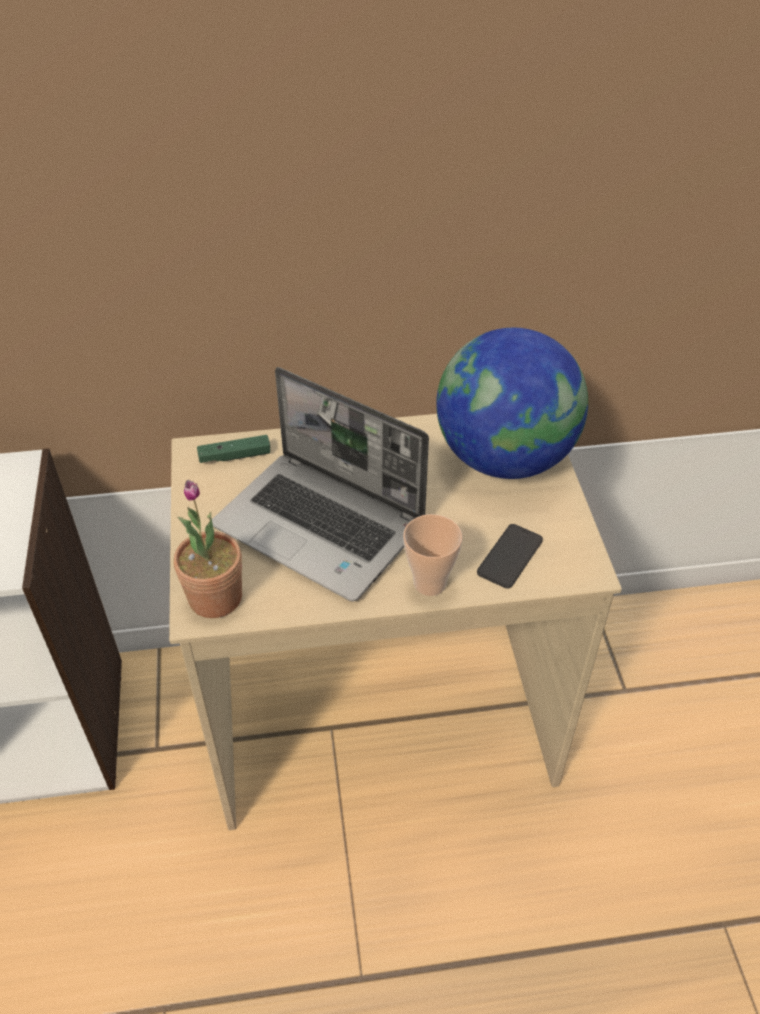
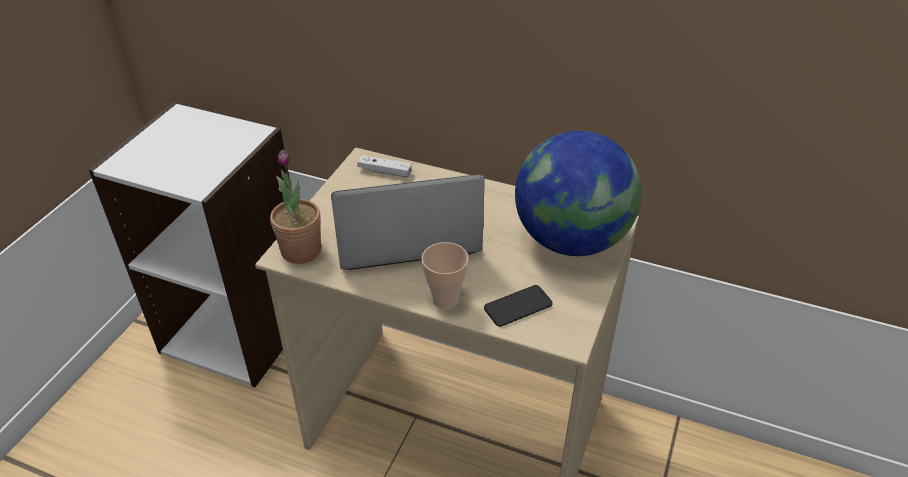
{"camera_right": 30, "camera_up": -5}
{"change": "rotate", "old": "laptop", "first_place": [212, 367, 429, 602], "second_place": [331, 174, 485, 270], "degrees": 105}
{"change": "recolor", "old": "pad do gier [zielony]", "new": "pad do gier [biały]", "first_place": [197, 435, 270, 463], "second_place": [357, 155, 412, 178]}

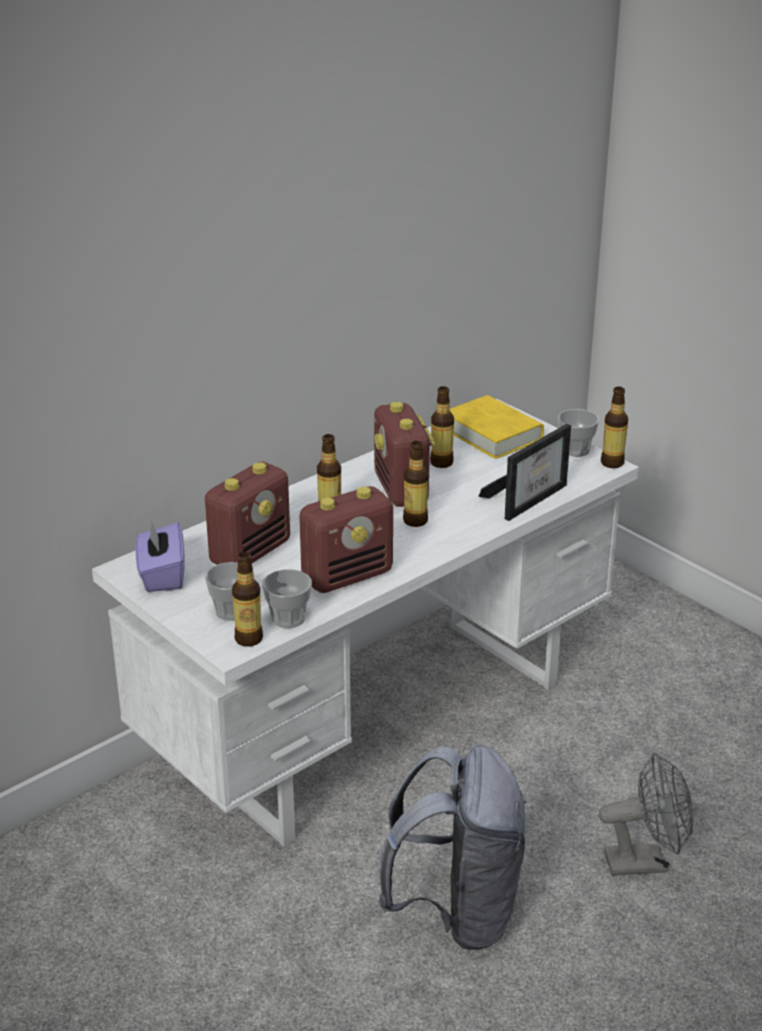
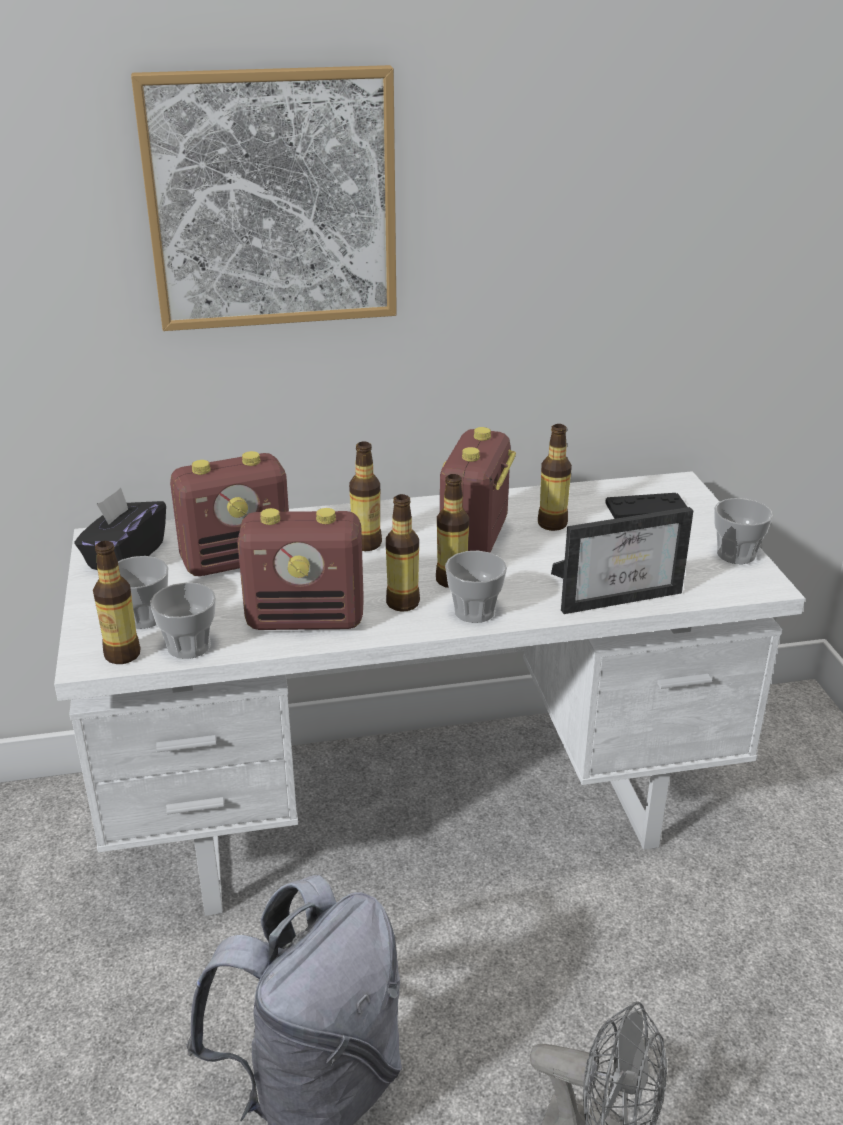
{"camera_right": 30, "camera_up": 0}
{"change": "move", "old": "butelka", "first_place": [601, 387, 628, 468], "second_place": [386, 494, 420, 612]}
{"change": "replace", "old": "książka [żółty]", "new": "pad do gier [czarny]", "first_place": [450, 395, 544, 459], "second_place": [605, 493, 687, 519]}
{"change": "recolor", "old": "pudełko chusteczek [fioletowy]", "new": "pudełko chusteczek [czarny]", "first_place": [135, 521, 184, 592], "second_place": [75, 488, 166, 570]}
{"change": "insert", "new": "obraz", "second_place": [131, 65, 397, 331]}
{"change": "insert", "new": "filiżanka", "second_place": [445, 551, 507, 623]}

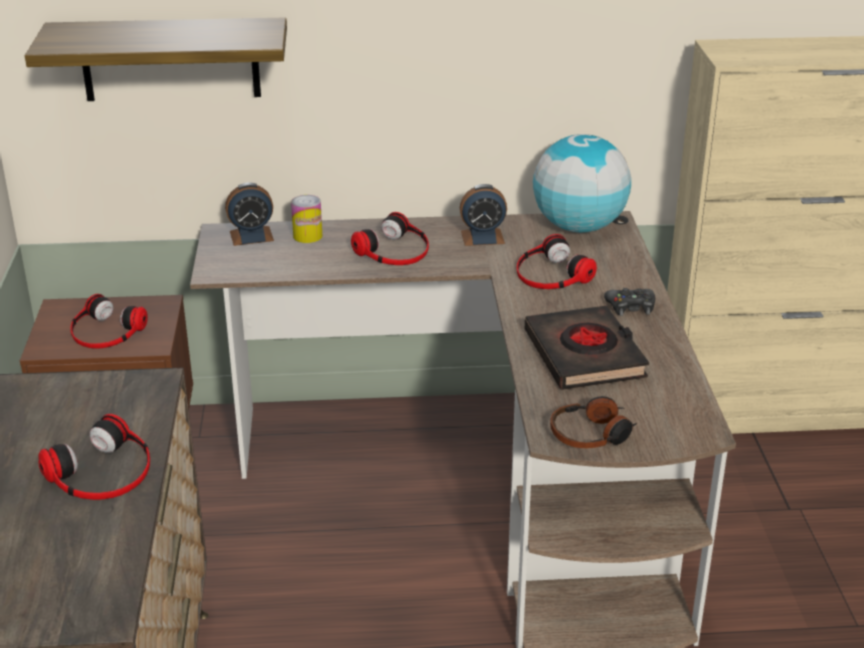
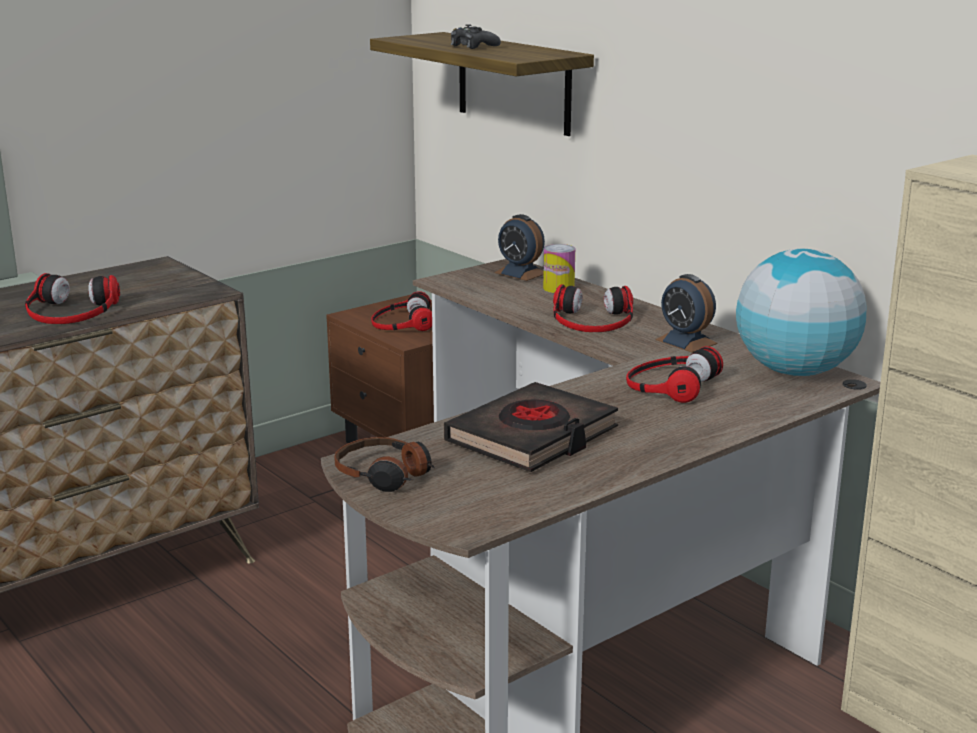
{"camera_right": 55, "camera_up": -10}
{"change": "move", "old": "pad do gier [czarny]", "first_place": [604, 288, 655, 316], "second_place": [451, 24, 501, 49]}

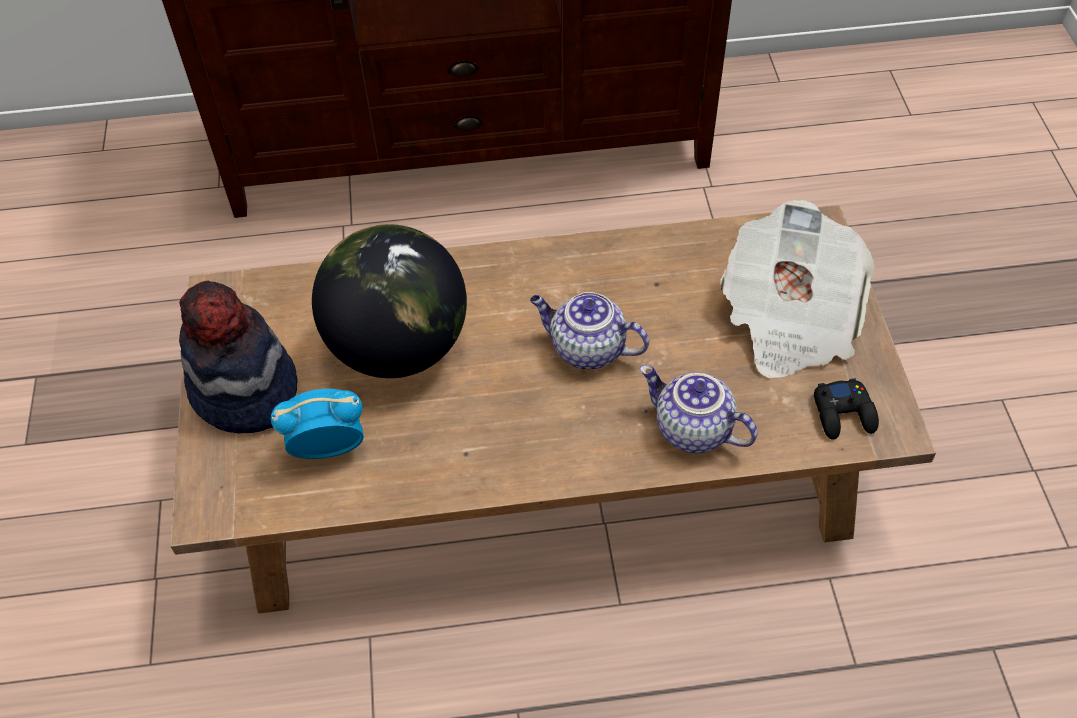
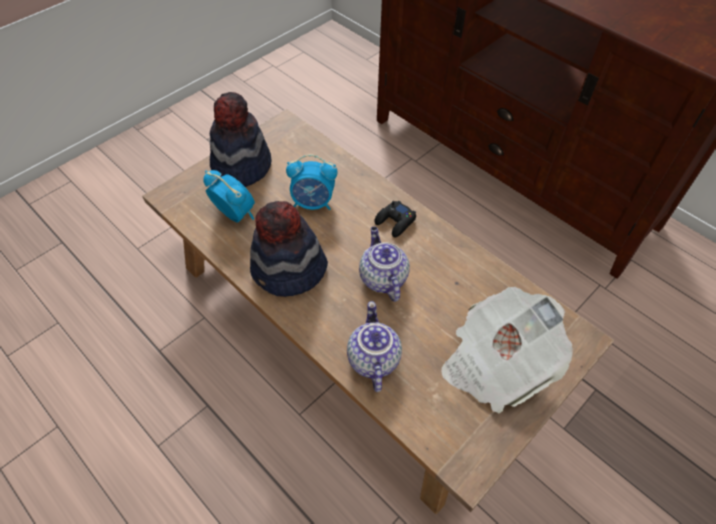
{"camera_right": 50, "camera_up": 0}
{"change": "replace", "old": "globus", "new": "budzik", "first_place": [312, 224, 467, 378], "second_place": [286, 154, 337, 210]}
{"change": "move", "old": "pad do gier [czarny]", "first_place": [814, 378, 879, 440], "second_place": [374, 201, 416, 237]}
{"change": "insert", "new": "kapelusz", "second_place": [250, 201, 328, 297]}

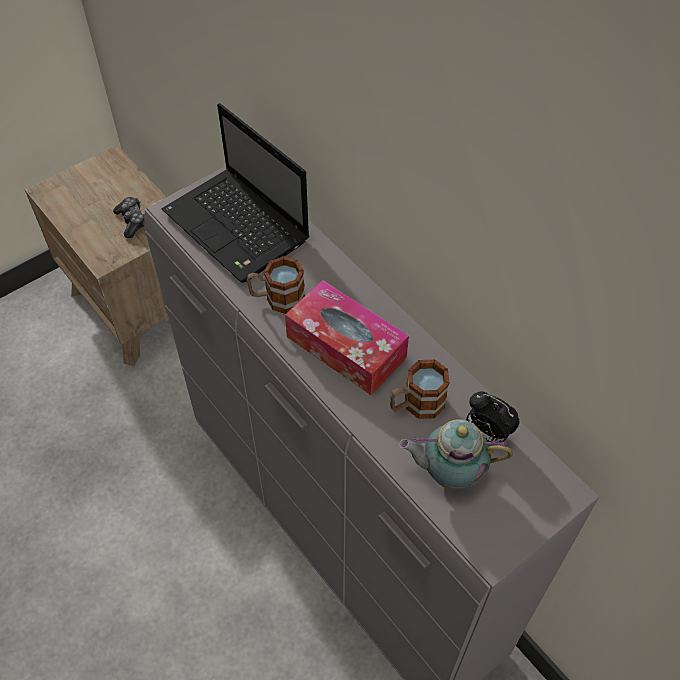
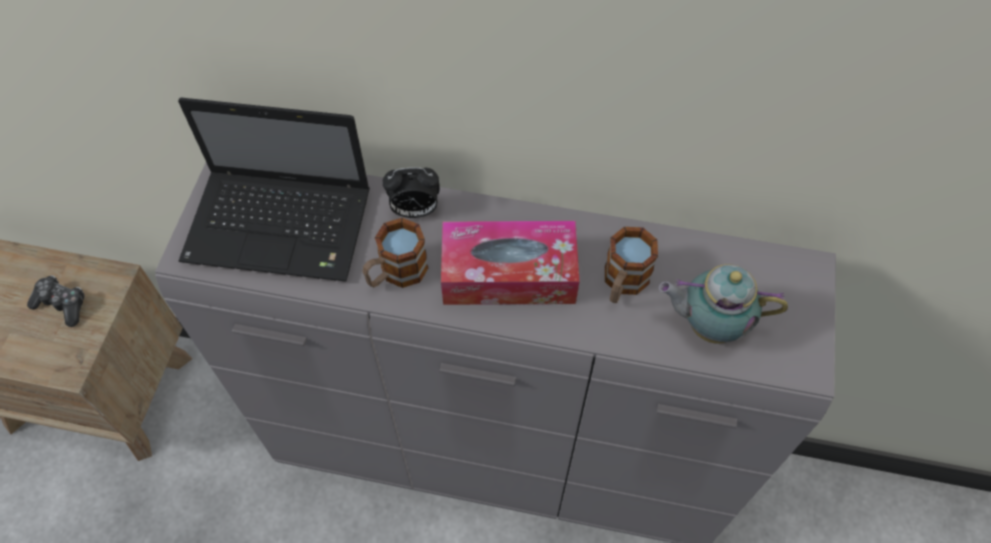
{"camera_right": -40, "camera_up": 5}
{"change": "move", "old": "budzik", "first_place": [466, 391, 519, 443], "second_place": [382, 167, 440, 218]}
{"change": "rotate", "old": "imbryk", "first_place": [399, 419, 513, 490], "second_place": [658, 264, 788, 344], "degrees": 45}

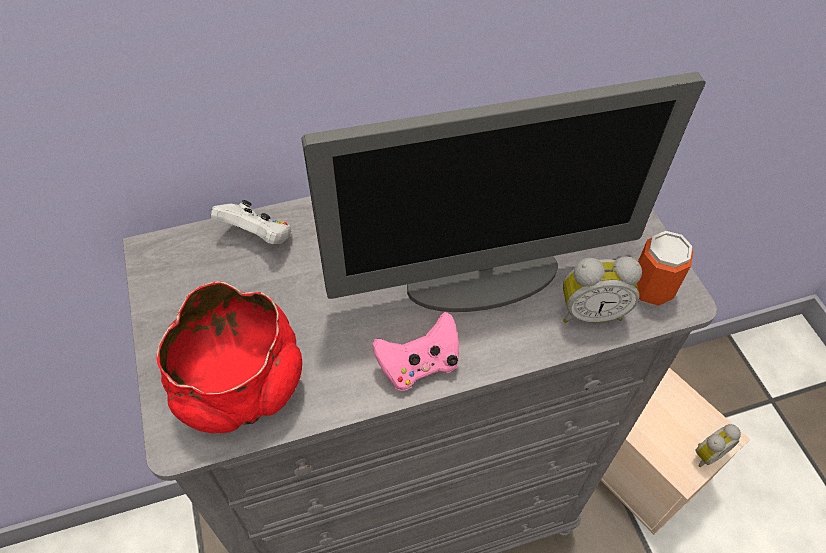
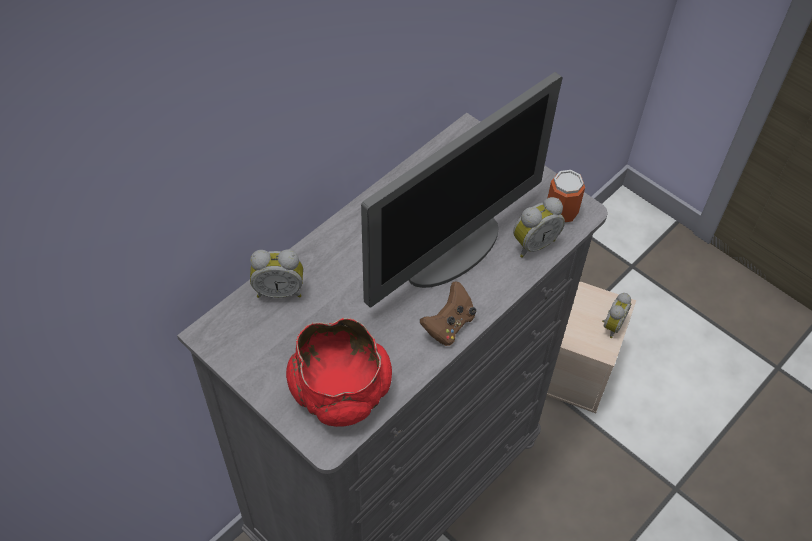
{"camera_right": -30, "camera_up": 0}
{"change": "replace", "old": "pad do gier [biały]", "new": "budzik", "first_place": [211, 200, 292, 244], "second_place": [250, 249, 303, 298]}
{"change": "recolor", "old": "pad do gier [różowy]", "new": "pad do gier [brązowy]", "first_place": [372, 312, 459, 391], "second_place": [420, 282, 476, 346]}

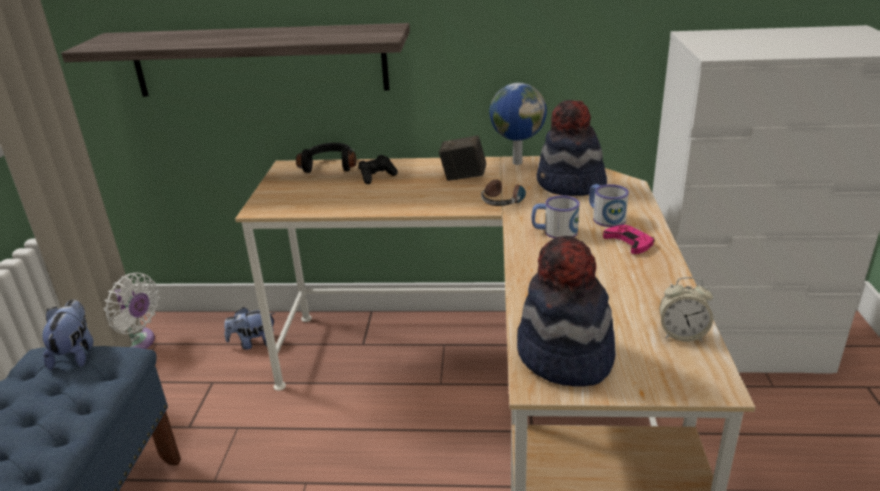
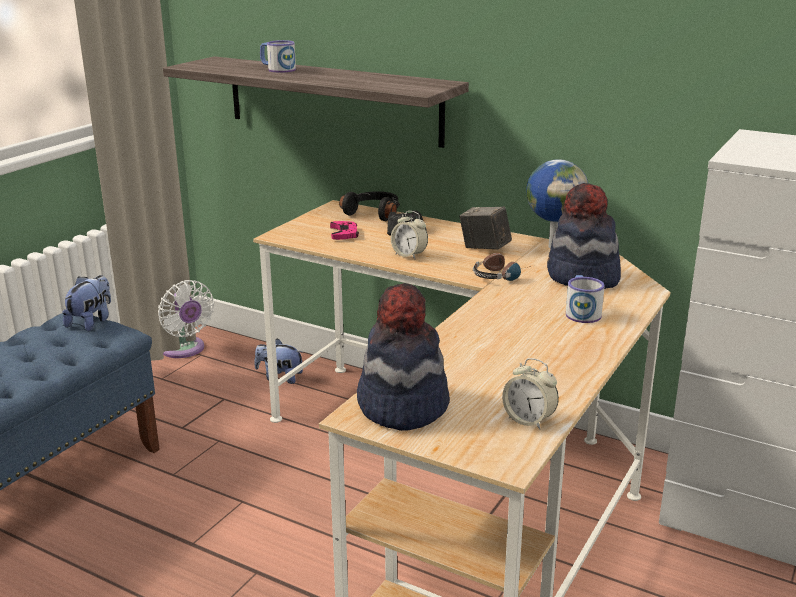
{"camera_right": 25, "camera_up": -5}
{"change": "move", "old": "kubek", "first_place": [531, 195, 580, 239], "second_place": [260, 40, 296, 73]}
{"change": "move", "old": "pad do gier [różowy]", "first_place": [603, 225, 655, 254], "second_place": [330, 221, 359, 240]}
{"change": "insert", "new": "budzik", "second_place": [391, 211, 428, 259]}

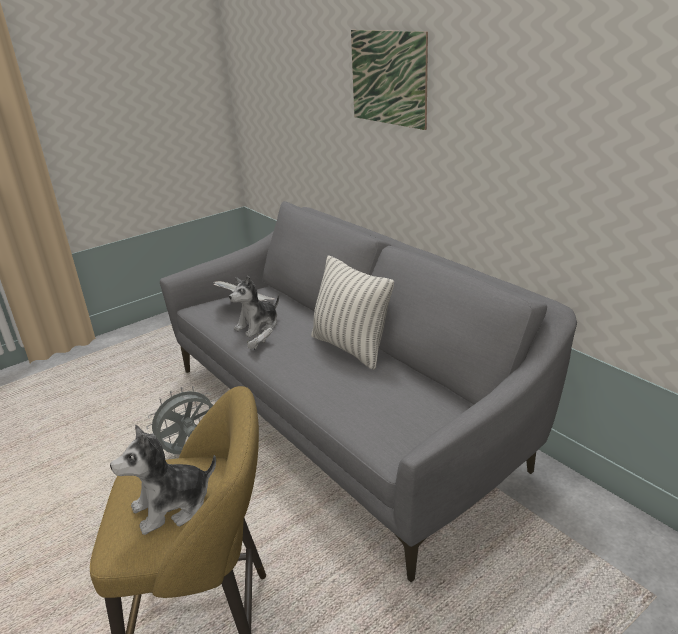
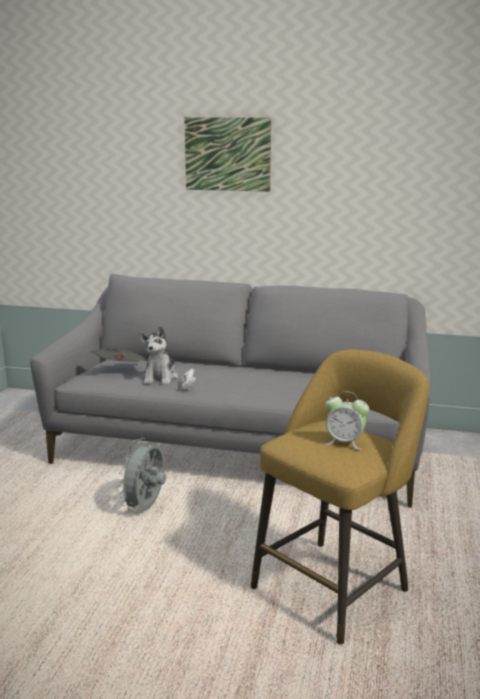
{"camera_right": -40, "camera_up": -10}
{"change": "delete", "old": "poduszka", "first_place": [311, 255, 394, 370]}
{"change": "replace", "old": "pluszak", "new": "budzik", "first_place": [110, 425, 216, 535], "second_place": [325, 391, 369, 450]}

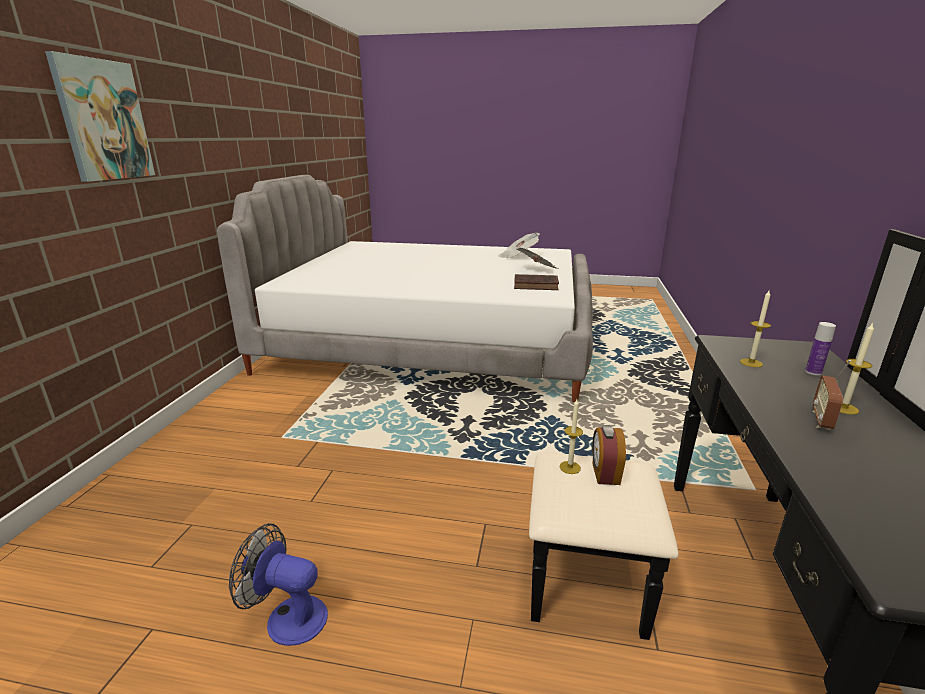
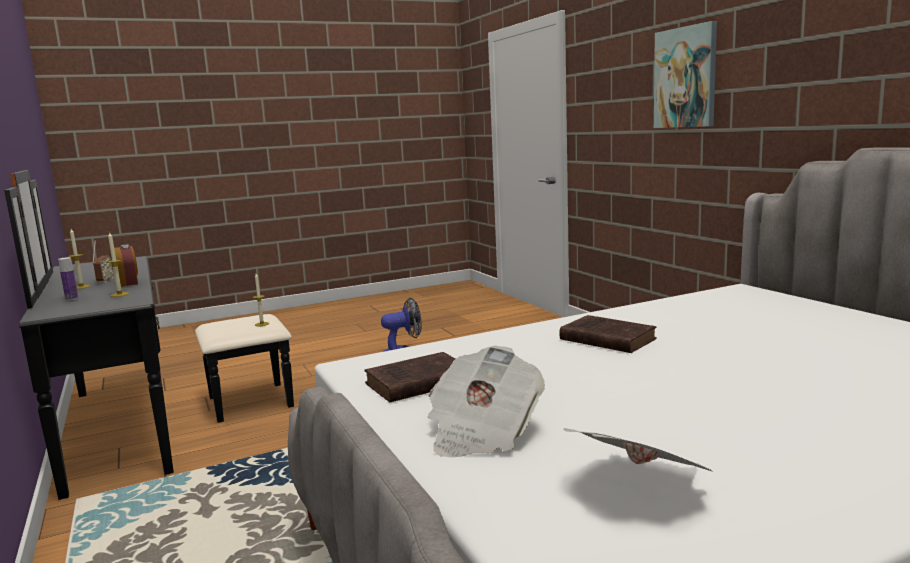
{"camera_right": 145, "camera_up": -10}
{"change": "move", "old": "budzik", "first_place": [592, 425, 626, 485], "second_place": [114, 244, 138, 287]}
{"change": "insert", "new": "książka [brązowy]", "second_place": [560, 315, 657, 353]}

